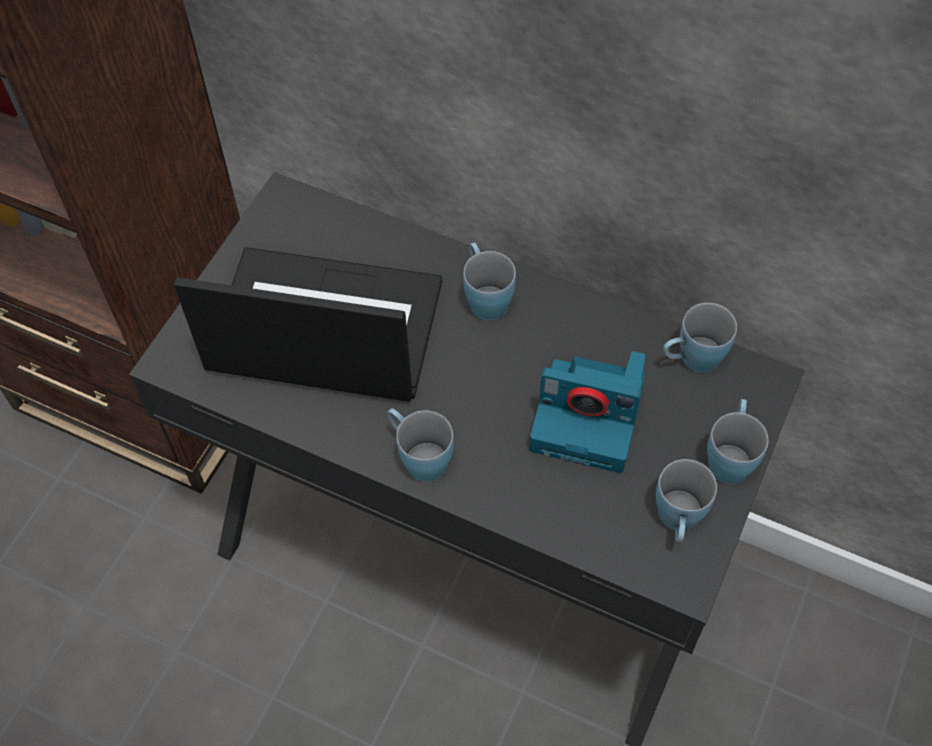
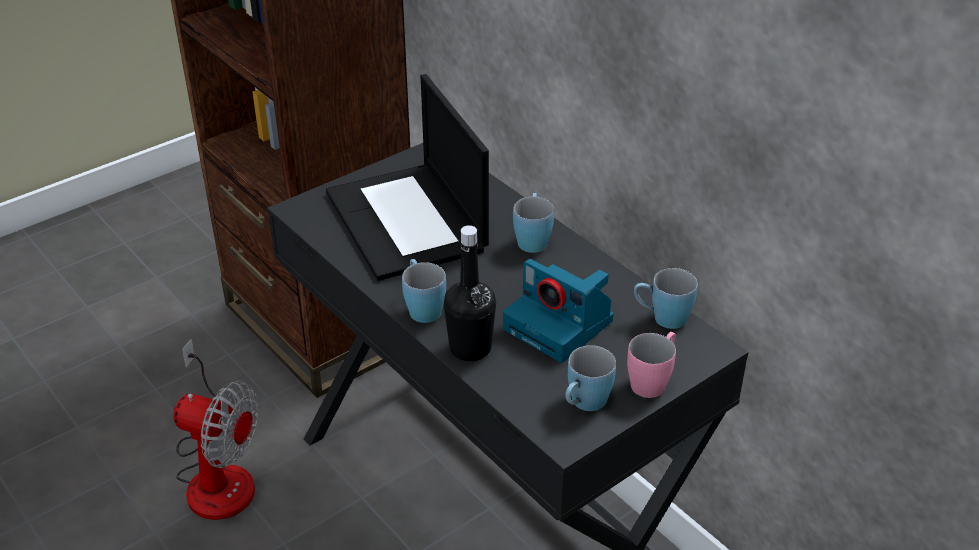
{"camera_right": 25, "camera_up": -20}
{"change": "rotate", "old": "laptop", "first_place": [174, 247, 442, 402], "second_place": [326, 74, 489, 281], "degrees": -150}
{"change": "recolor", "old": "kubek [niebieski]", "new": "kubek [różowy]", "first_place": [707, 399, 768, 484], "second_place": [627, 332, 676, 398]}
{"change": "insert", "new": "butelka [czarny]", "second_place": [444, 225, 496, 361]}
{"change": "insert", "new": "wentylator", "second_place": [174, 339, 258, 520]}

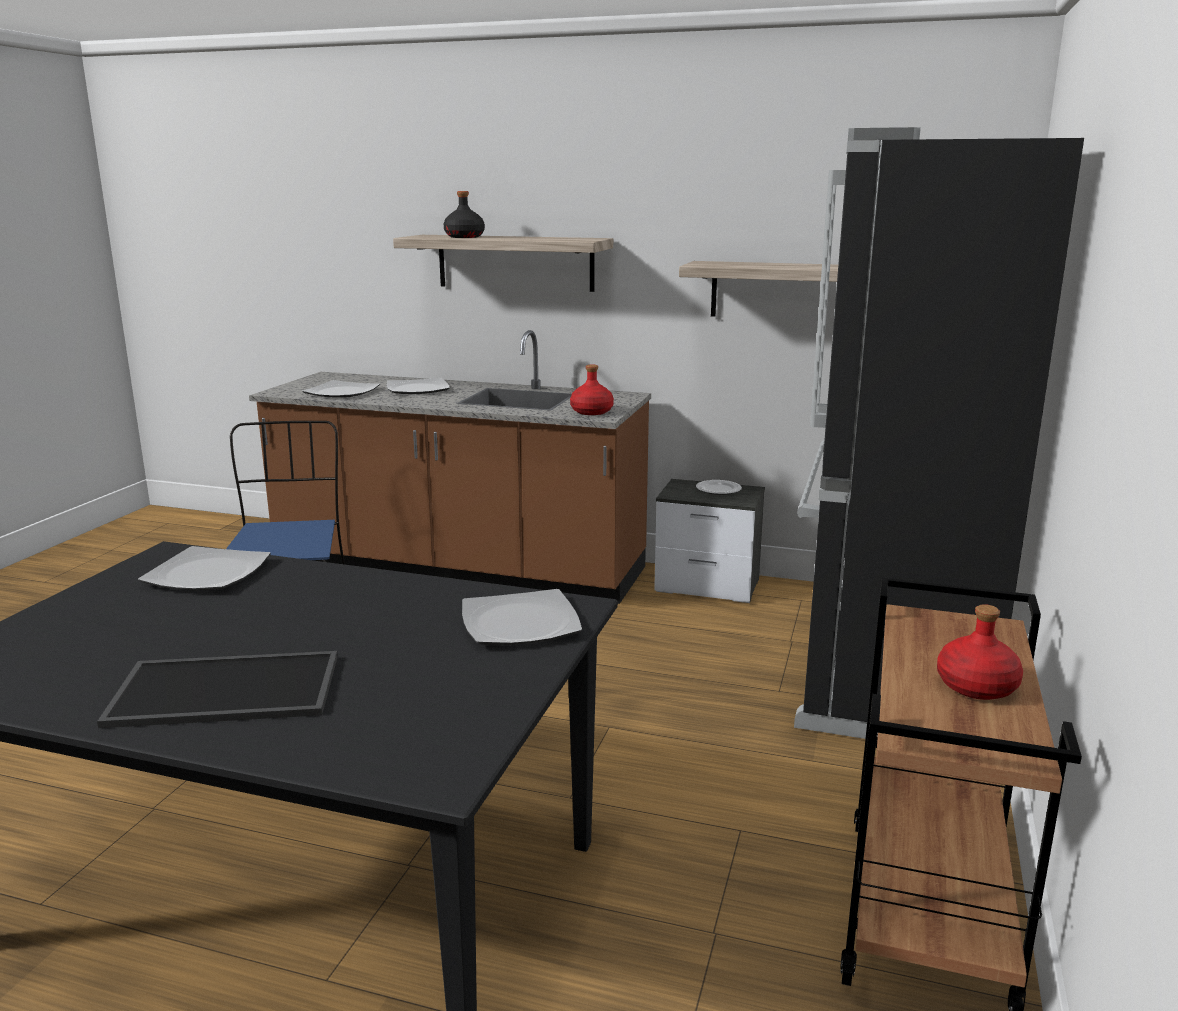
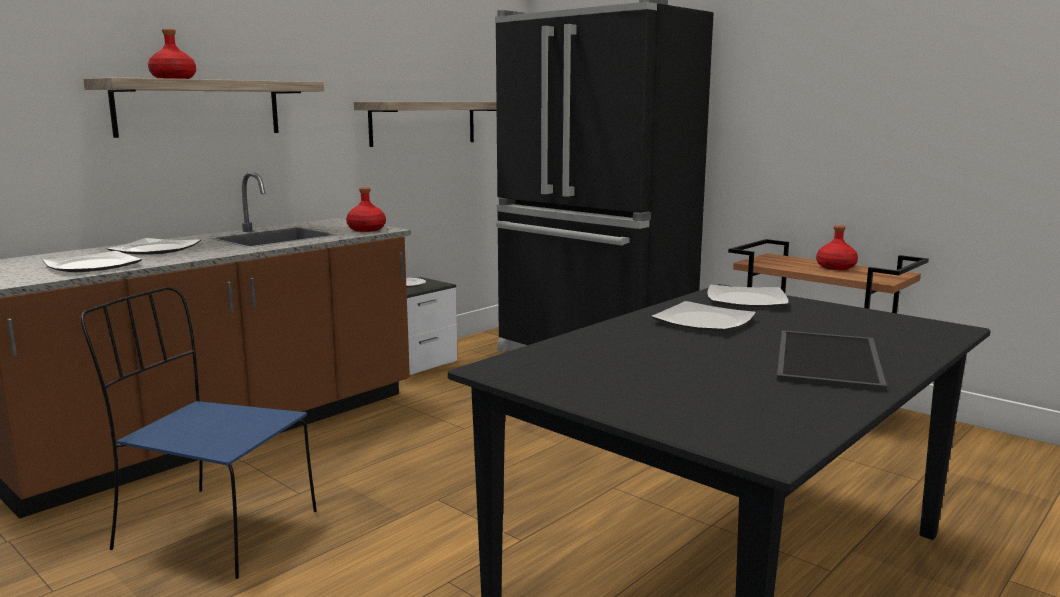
{"camera_right": -65, "camera_up": -5}
{"change": "recolor", "old": "butelka [czarny]", "new": "butelka [czerwony]", "first_place": [444, 191, 485, 238], "second_place": [148, 29, 196, 79]}
{"change": "move", "old": "talerz", "first_place": [138, 546, 271, 590], "second_place": [651, 301, 756, 331]}

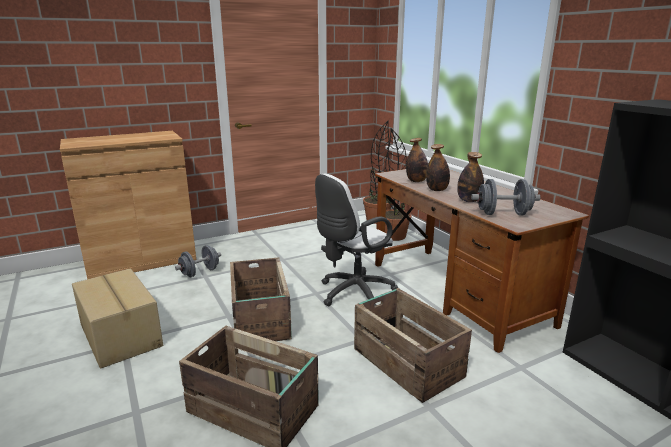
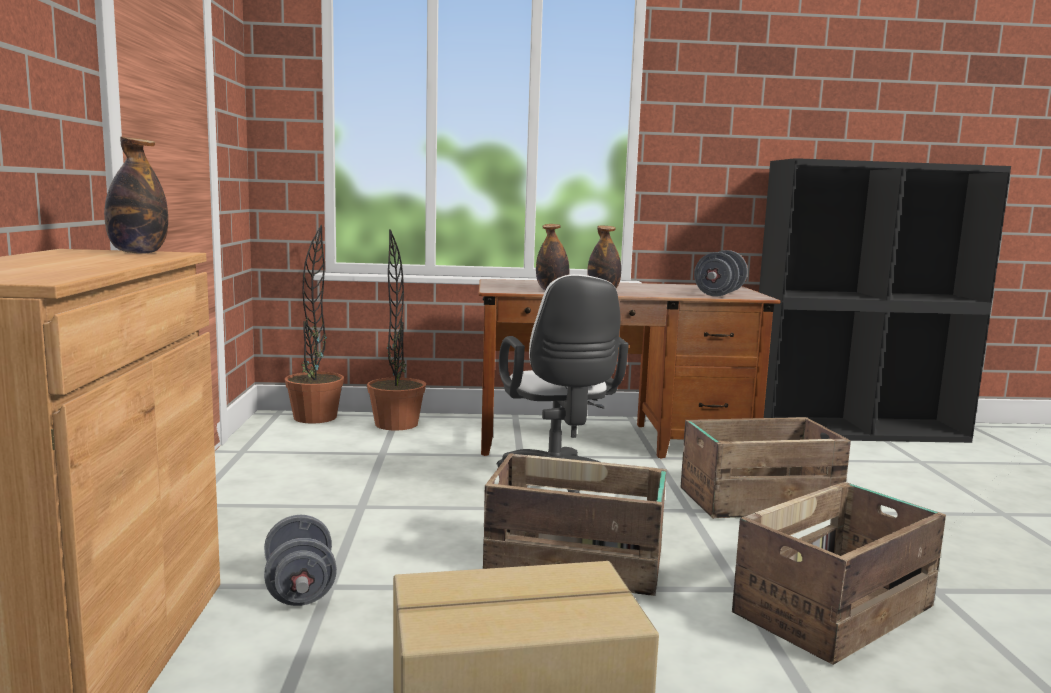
{"camera_right": -65, "camera_up": -10}
{"change": "move", "old": "butelka", "first_place": [457, 152, 484, 202], "second_place": [104, 136, 168, 254]}

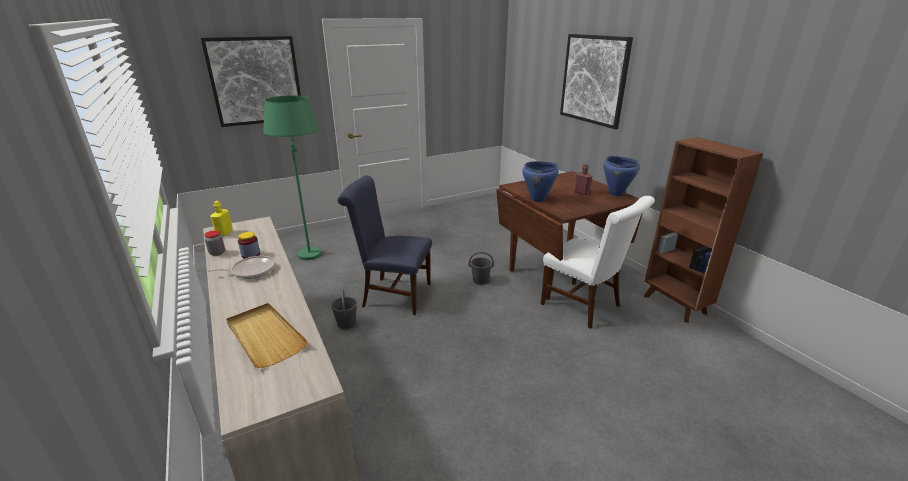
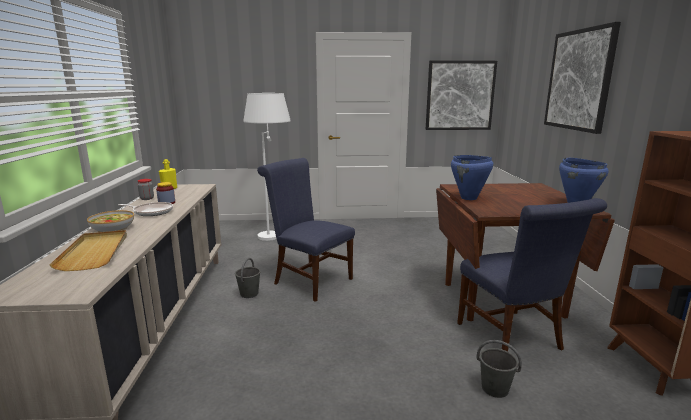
{"camera_right": 25, "camera_up": -10}
{"change": "move", "old": "obraz", "first_place": [201, 36, 301, 127], "second_place": [426, 60, 497, 130]}
{"change": "recolor", "old": "lampa stojąca [zielony]", "new": "lampa stojąca [biały]", "first_place": [263, 96, 322, 260], "second_place": [243, 93, 291, 241]}
{"change": "delete", "old": "butelka [czerwony]", "first_place": [575, 164, 592, 195]}
{"change": "recolor", "old": "krzesło [biały]", "new": "krzesło [niebieski]", "first_place": [541, 196, 655, 329], "second_place": [457, 198, 607, 351]}
{"change": "move", "old": "wiadro [szary]", "first_place": [469, 252, 494, 285], "second_place": [476, 340, 522, 398]}
{"change": "insert", "new": "miska", "second_place": [87, 210, 134, 232]}

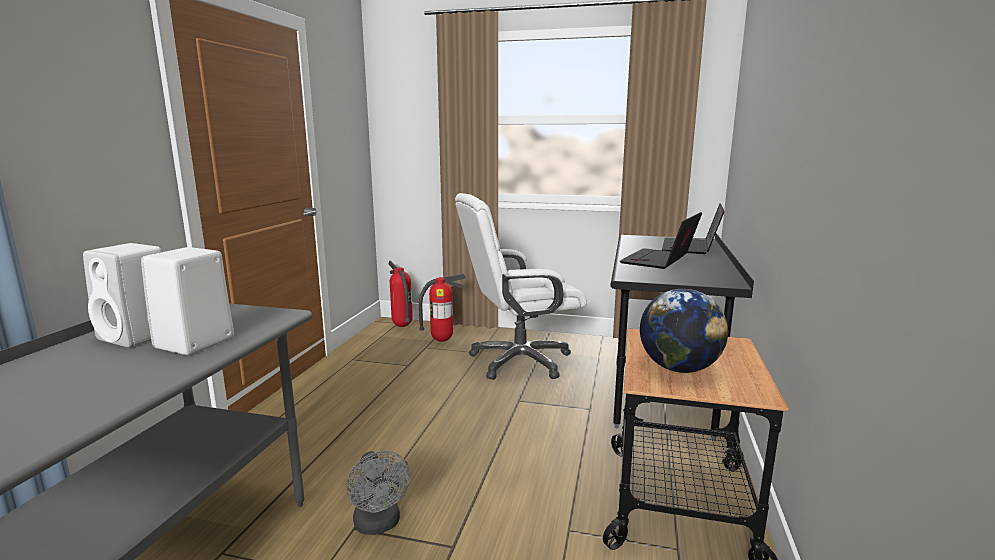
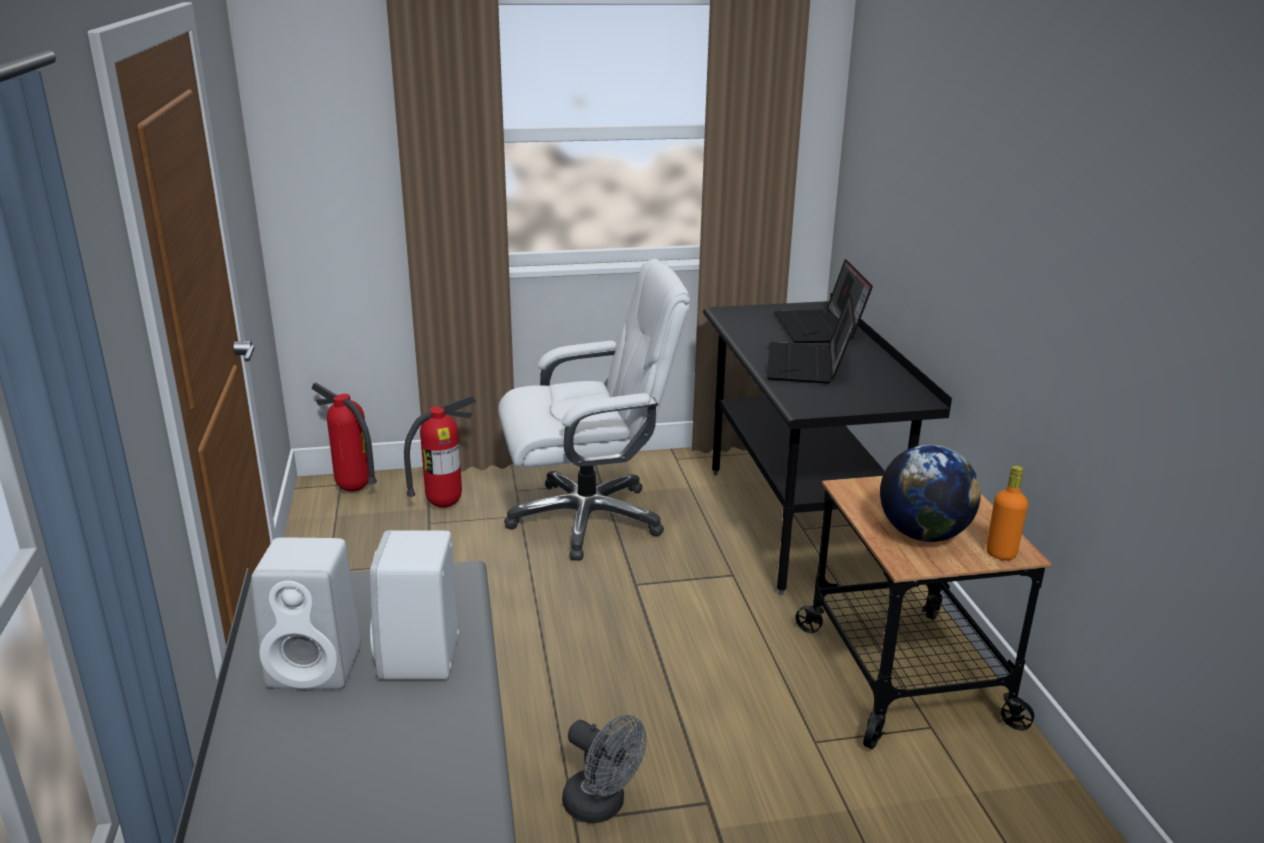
{"camera_right": -25, "camera_up": 10}
{"change": "rotate", "old": "krzesło biurowe [biały]", "first_place": [455, 193, 587, 380], "second_place": [498, 259, 690, 561], "degrees": -150}
{"change": "insert", "new": "butelka [pomarańczowy]", "second_place": [987, 466, 1028, 560]}

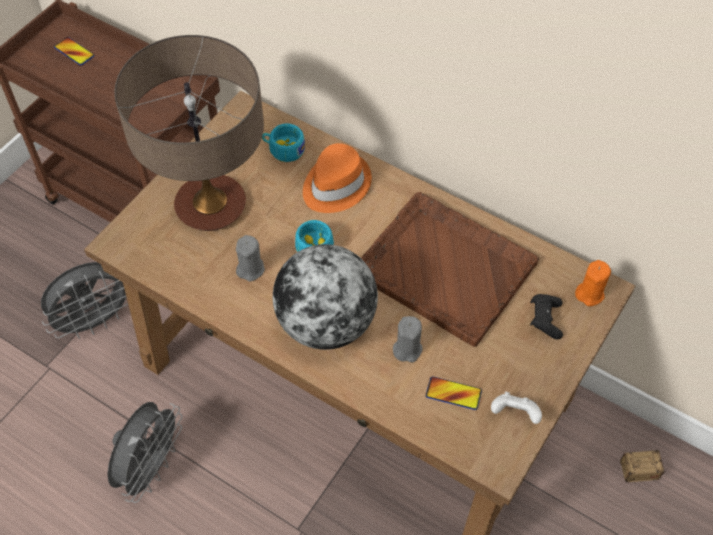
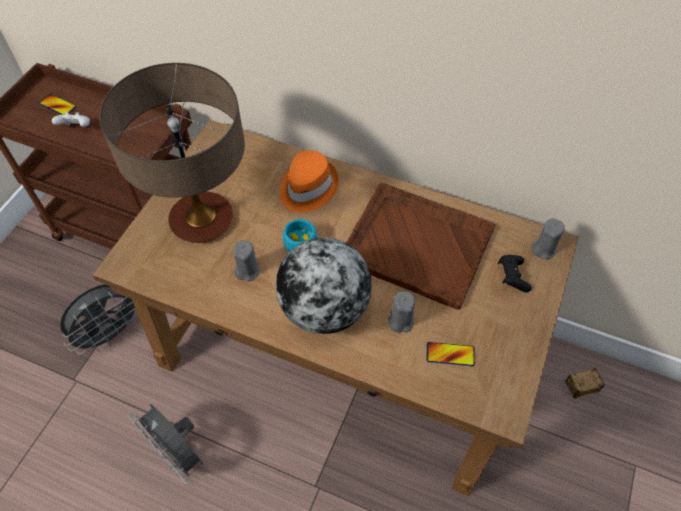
{"camera_right": -10, "camera_up": 0}
{"change": "delete", "old": "filiżanka [turkusowy]", "first_place": [262, 123, 305, 162]}
{"change": "recolor", "old": "świeca [pomarańczowy]", "new": "świeca [szary]", "first_place": [575, 260, 611, 306], "second_place": [531, 218, 565, 260]}
{"change": "move", "old": "pad do gier [biały]", "first_place": [491, 392, 542, 424], "second_place": [52, 112, 90, 127]}
{"change": "rotate", "old": "wentylator [szary]", "first_place": [107, 402, 183, 503], "second_place": [129, 404, 203, 484], "degrees": 120}

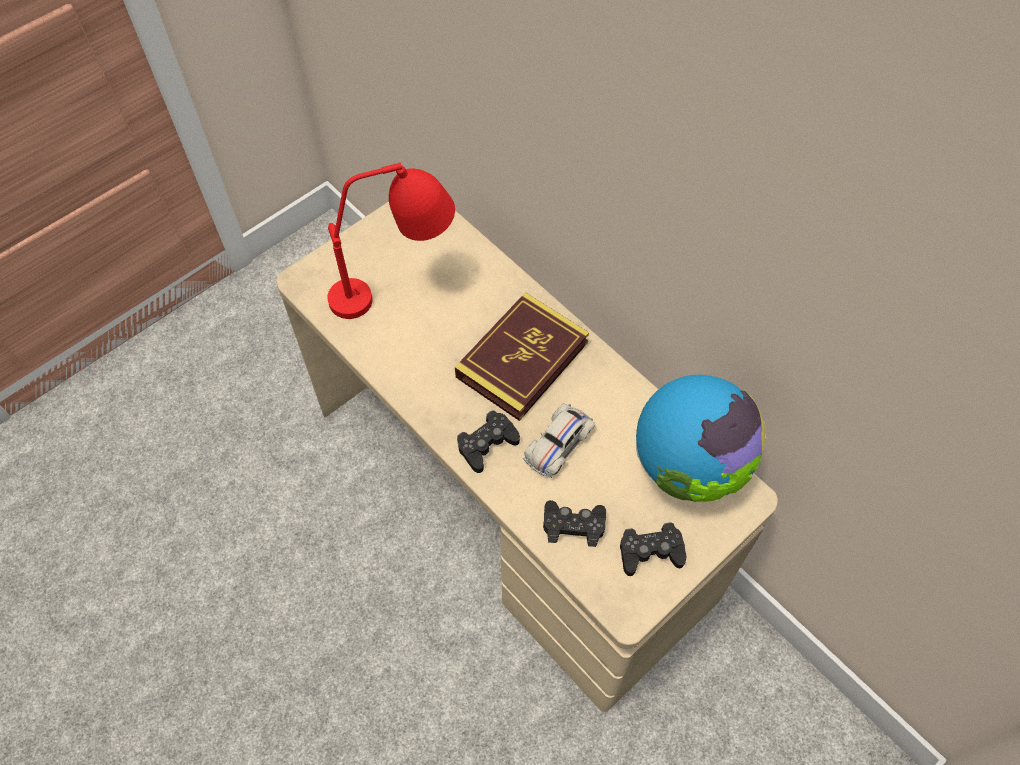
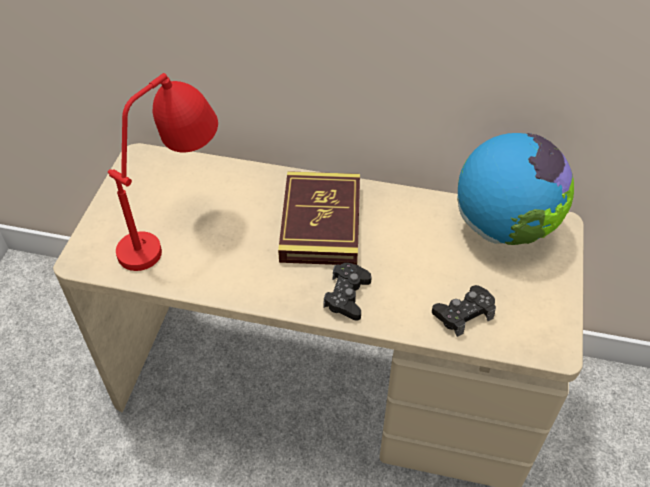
{"camera_right": -35, "camera_up": -10}
{"change": "delete", "old": "samochodzik [biały]", "first_place": [523, 403, 595, 478]}
{"change": "delete", "old": "pad do gier [czarny]", "first_place": [620, 522, 686, 576]}

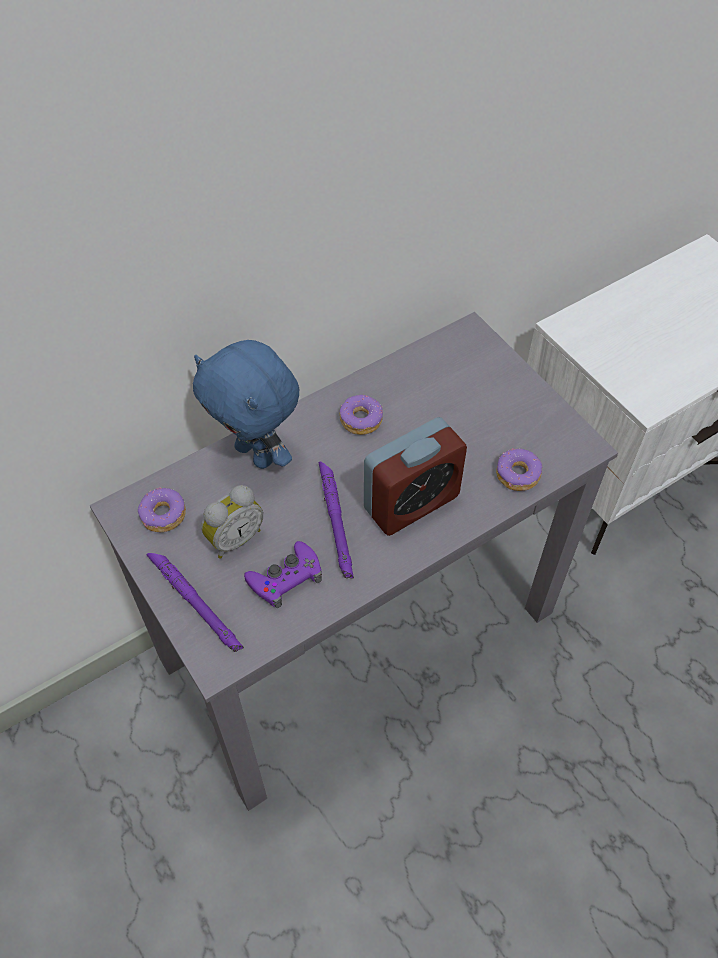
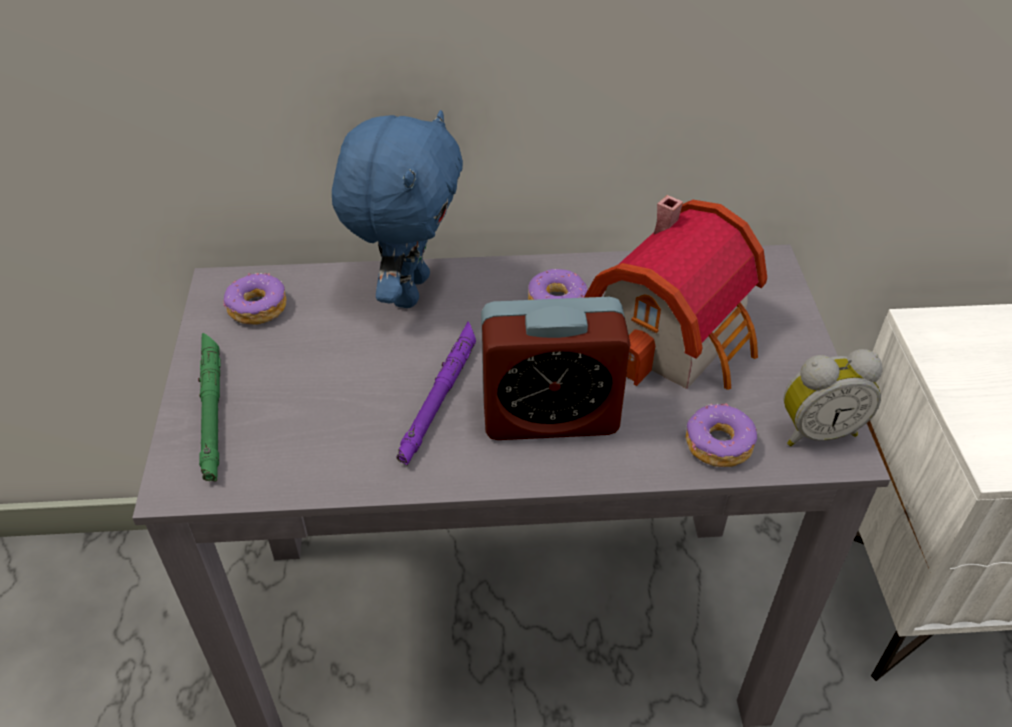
{"camera_right": 30, "camera_up": -10}
{"change": "rotate", "old": "pluszak [niebieski]", "first_place": [193, 340, 299, 469], "second_place": [332, 110, 463, 308], "degrees": -150}
{"change": "move", "old": "budzik", "first_place": [201, 485, 263, 559], "second_place": [784, 349, 883, 446]}
{"change": "delete", "old": "pad do gier [fioletowy]", "first_place": [244, 541, 322, 608]}
{"change": "recolor", "old": "latarka [fioletowy]", "new": "latarka [zielony]", "first_place": [147, 553, 244, 652], "second_place": [198, 333, 221, 482]}
{"change": "insert", "new": "domek", "second_place": [584, 195, 767, 390]}

